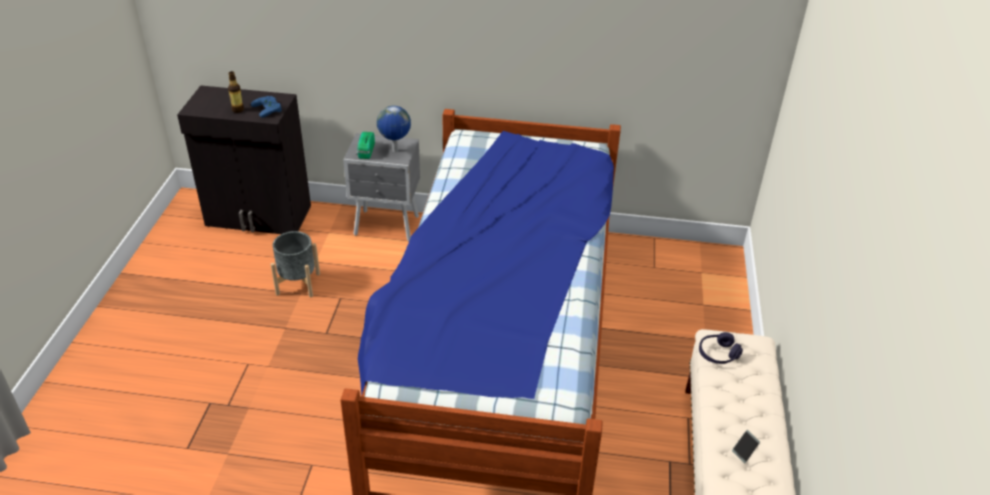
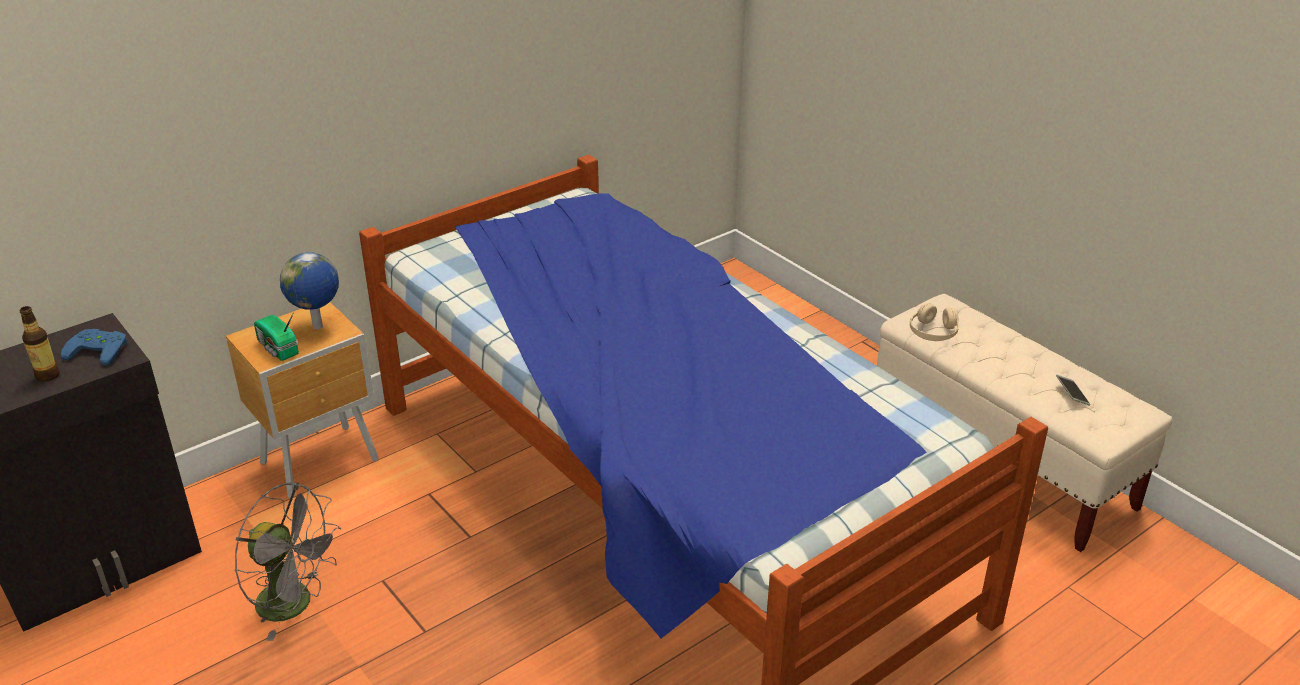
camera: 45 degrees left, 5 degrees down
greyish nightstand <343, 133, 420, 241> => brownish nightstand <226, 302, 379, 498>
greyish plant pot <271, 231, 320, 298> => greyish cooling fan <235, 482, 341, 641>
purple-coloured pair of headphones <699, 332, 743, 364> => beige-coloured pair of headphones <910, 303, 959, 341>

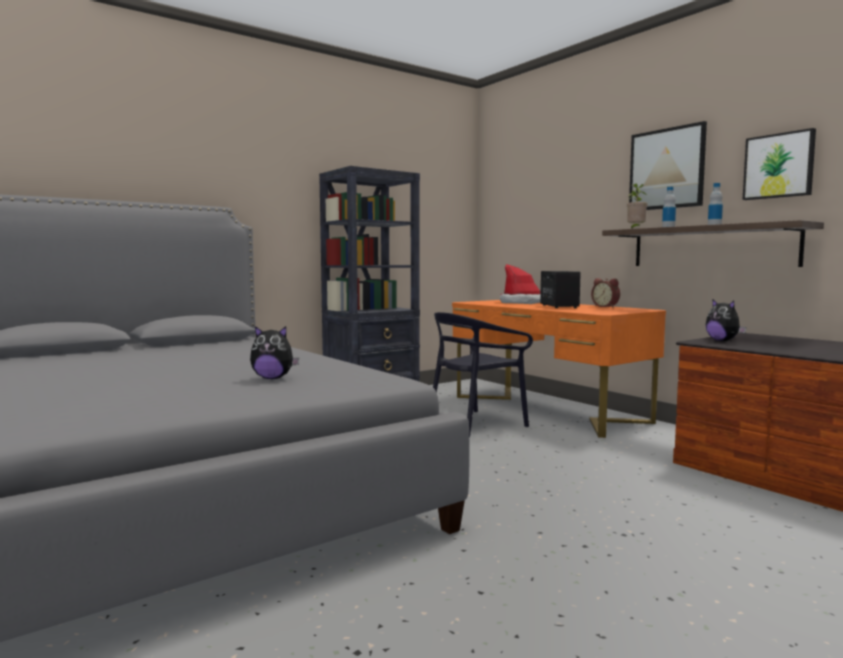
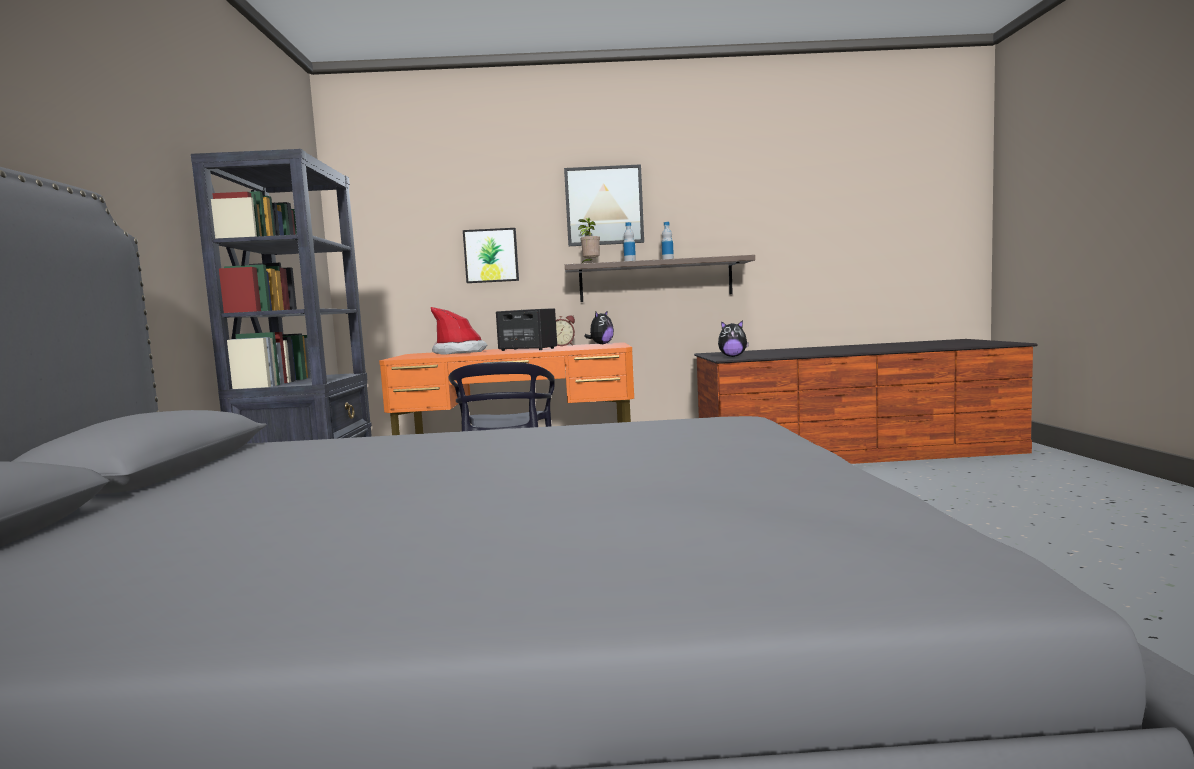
camera: 55 degrees left, 0 degrees up
picture <743, 128, 816, 200> => picture <463, 228, 519, 283>, moved
soft toy <250, 326, 299, 379> => soft toy <584, 310, 614, 344>, moved

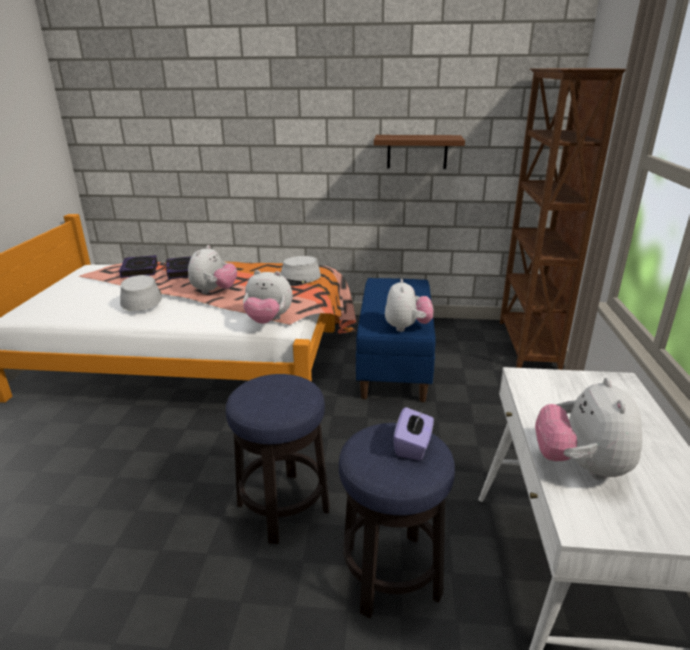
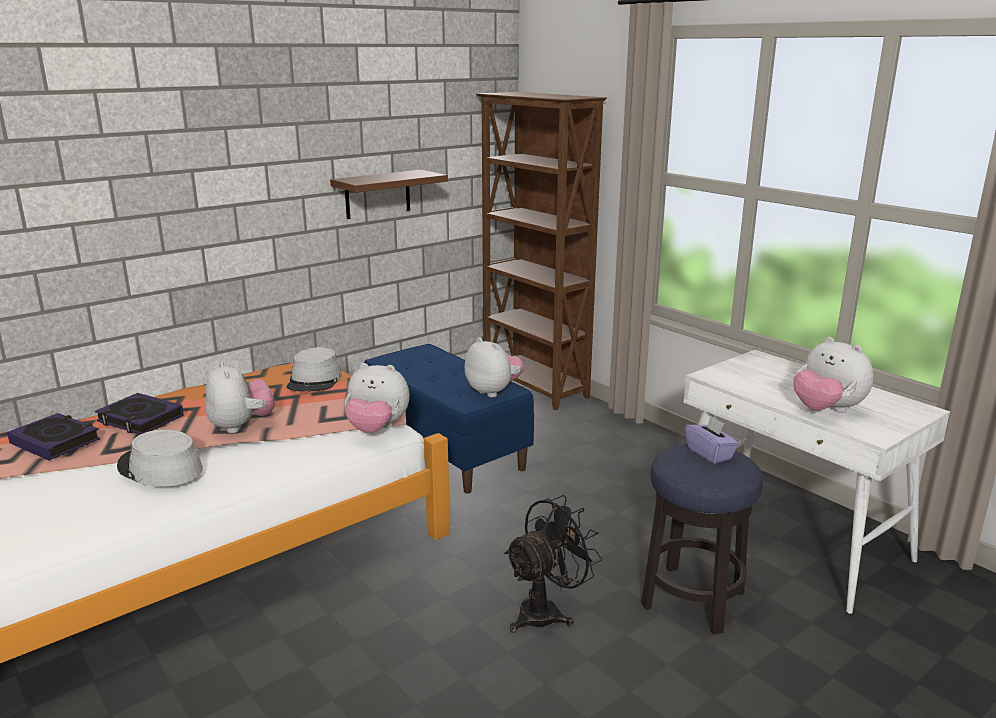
camera: 45 degrees left, 5 degrees down
soft toy <243, 270, 293, 324> => soft toy <344, 363, 410, 433>, 45 degrees clockwise
stool seat <226, 374, 330, 544> => blackish cooling fan <504, 495, 602, 633>

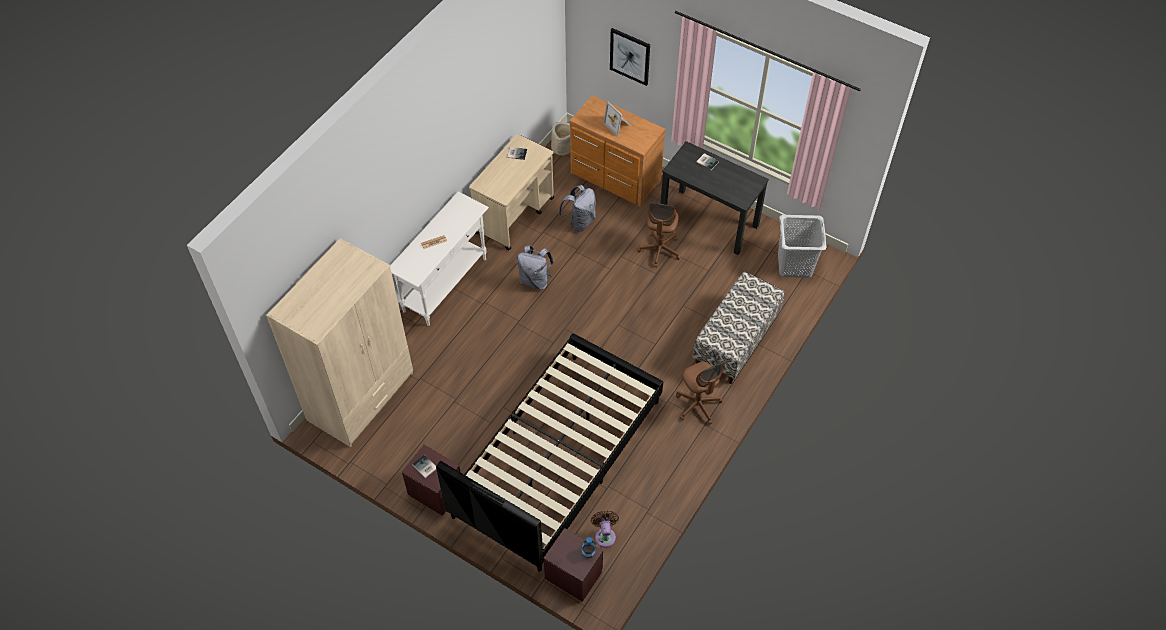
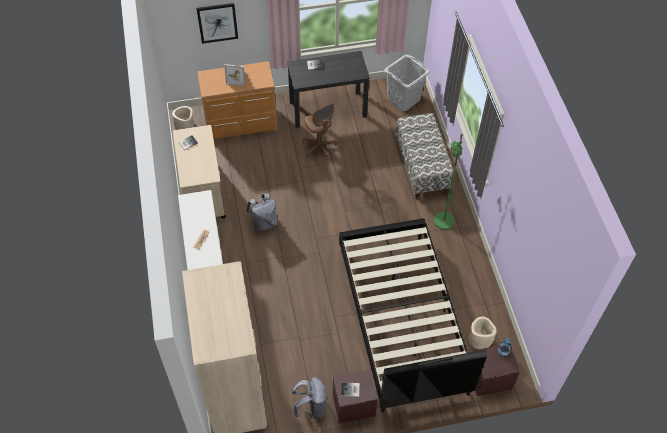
camera: 45 degrees left, 0 degrees up
greyish knapsack <558, 185, 596, 232> => greyish knapsack <292, 377, 327, 419>, moved
brownish desk chair <676, 361, 726, 425> => green-coloured standard lamp <434, 134, 463, 229>
brownish cooling fan <591, 511, 619, 548> => beige-coloured plant pot <468, 317, 497, 349>

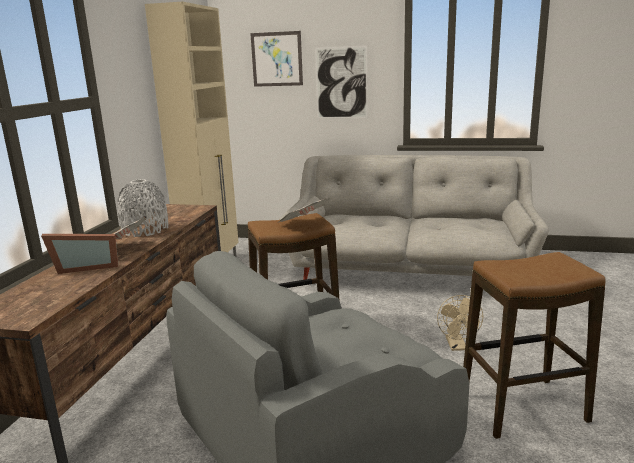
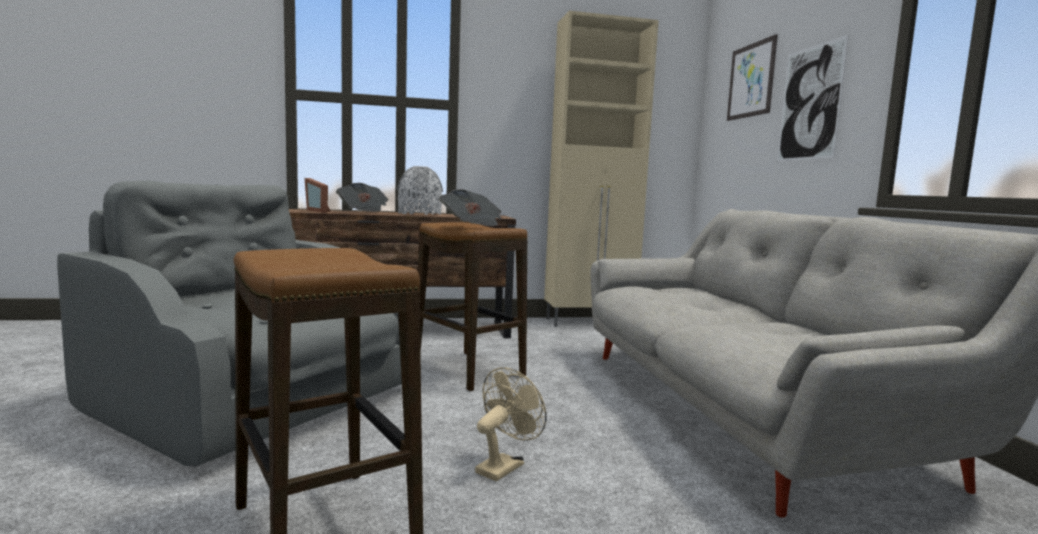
camera: 65 degrees right, 10 degrees down
beige-coloured cooling fan <437, 295, 483, 351> => beige-coloured cooling fan <475, 367, 547, 481>, 150 degrees clockwise

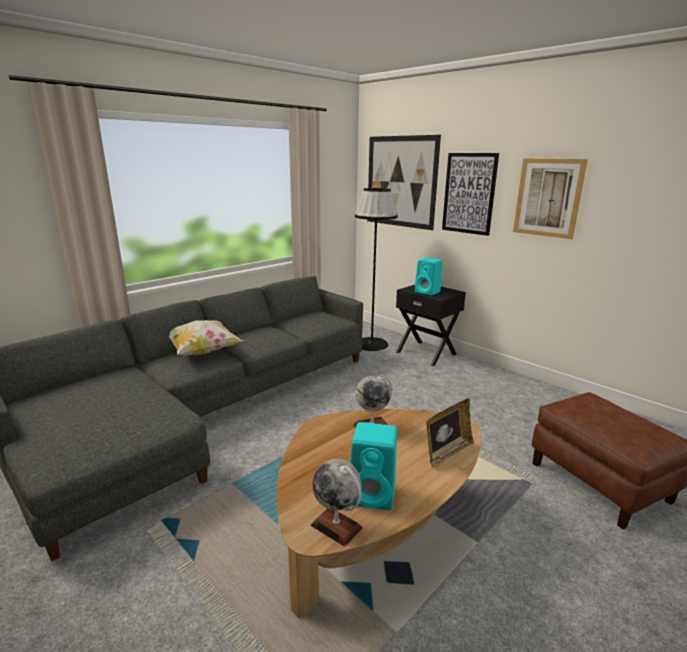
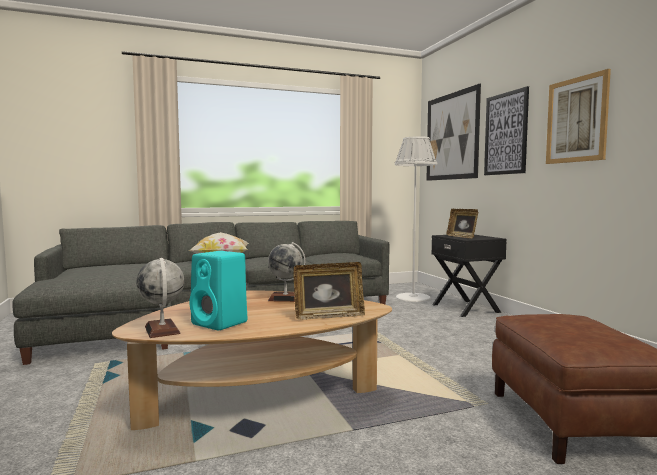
camera: 25 degrees right, 15 degrees down
blackish standard lamp <355, 188, 398, 351> => white standard lamp <395, 136, 437, 302>
blue-green speaker <415, 257, 442, 296> => photo frame <446, 209, 478, 238>

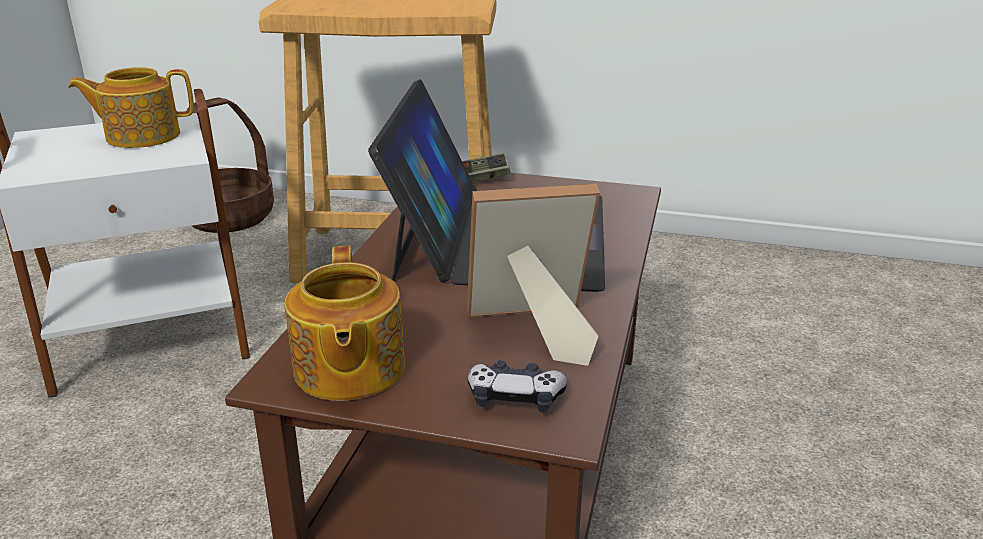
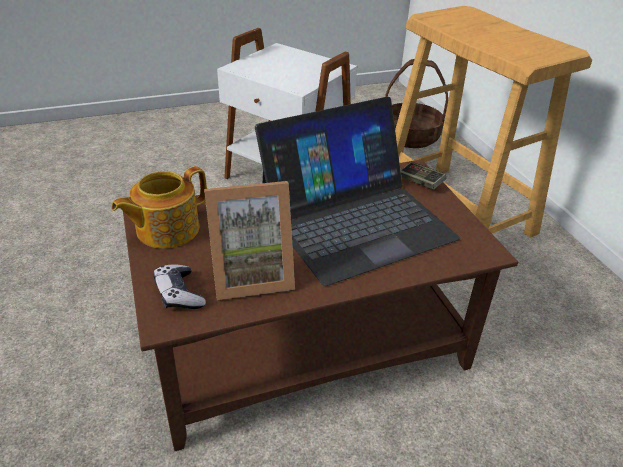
camera: 55 degrees right, 10 degrees up
photo frame <467, 184, 600, 366> => photo frame <204, 181, 295, 300>, 120 degrees clockwise
pot for tea <68, 67, 194, 148> => nothing

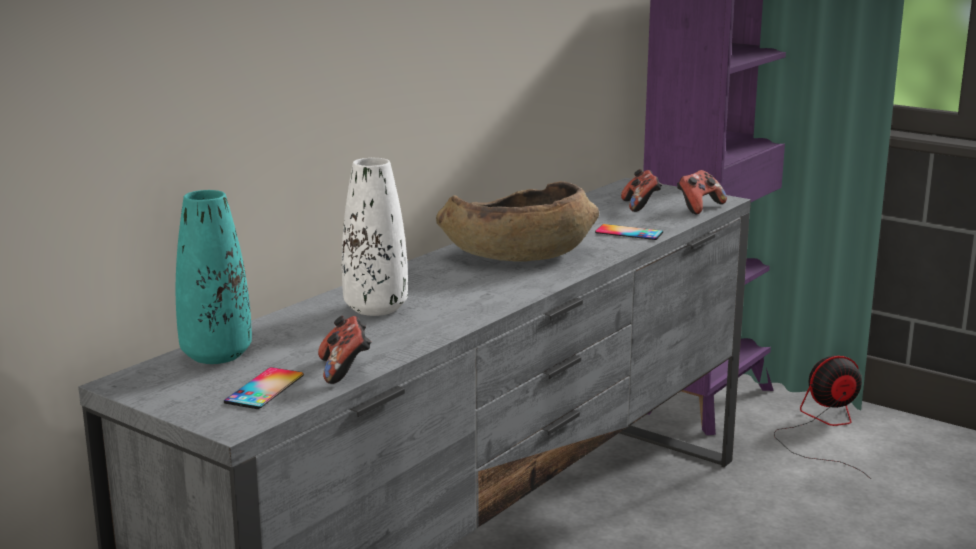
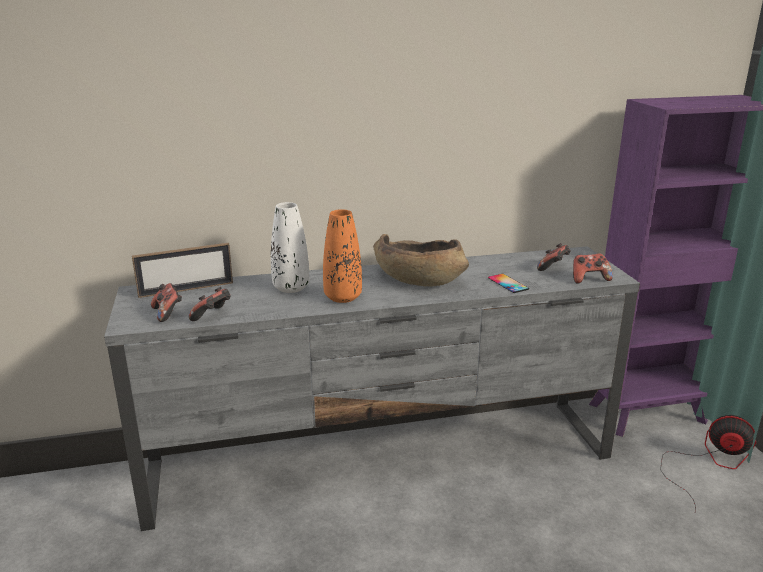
camera: 40 degrees right, 5 degrees up
blue-green decorative vase <176, 190, 252, 364> => photo frame <132, 243, 233, 298>
handset <224, 367, 304, 409> => joypad <151, 283, 182, 322>
nothing => orange-coloured decorative vase <323, 209, 362, 303>

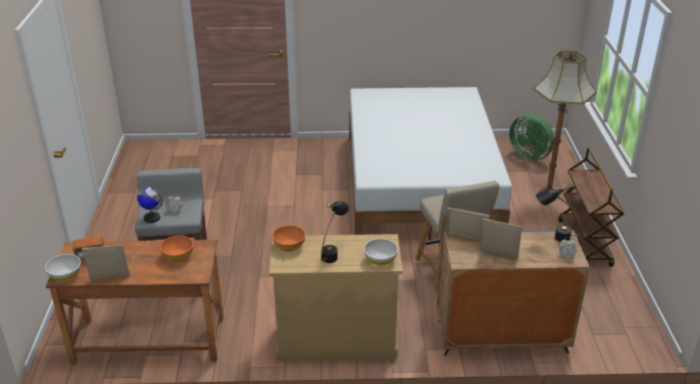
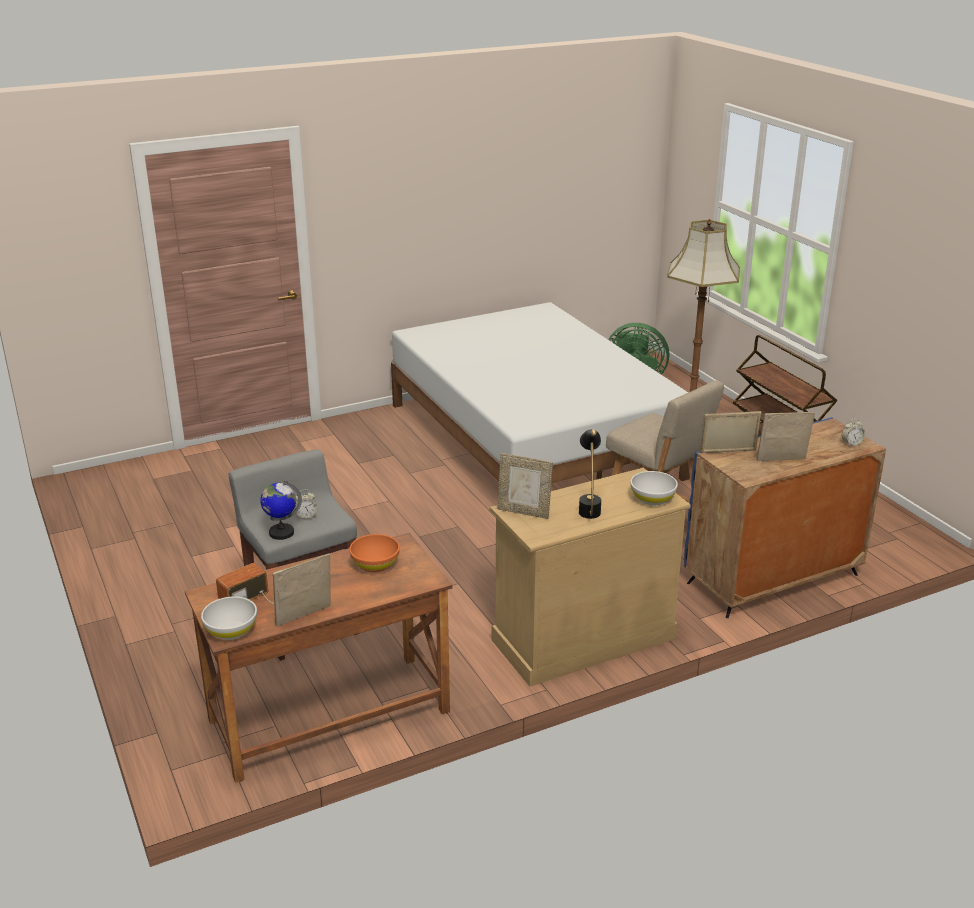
camera: 25 degrees left, 5 degrees down
orange-coloured bowl <272, 225, 305, 251> => photo frame <497, 453, 553, 519>
blackish tabletop lamp <536, 184, 582, 242> => nothing

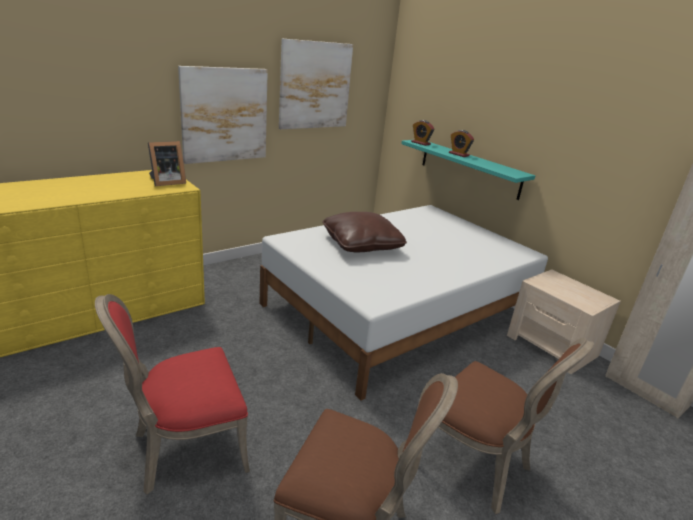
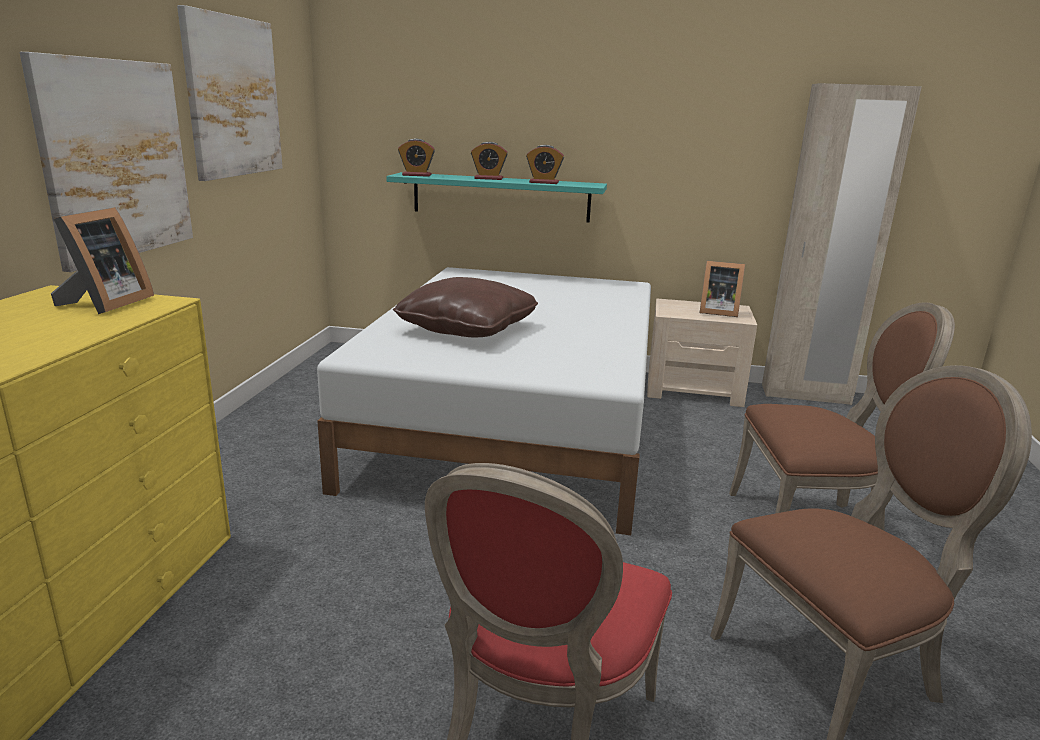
camera: 40 degrees left, 5 degrees down
nothing => bedside clock <526, 145, 564, 184>
nothing => photo frame <700, 261, 745, 317>

